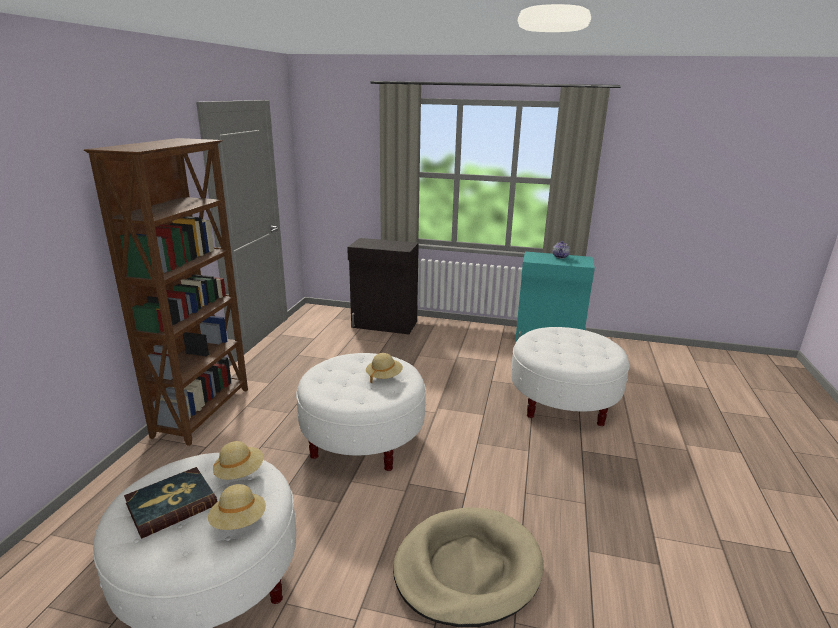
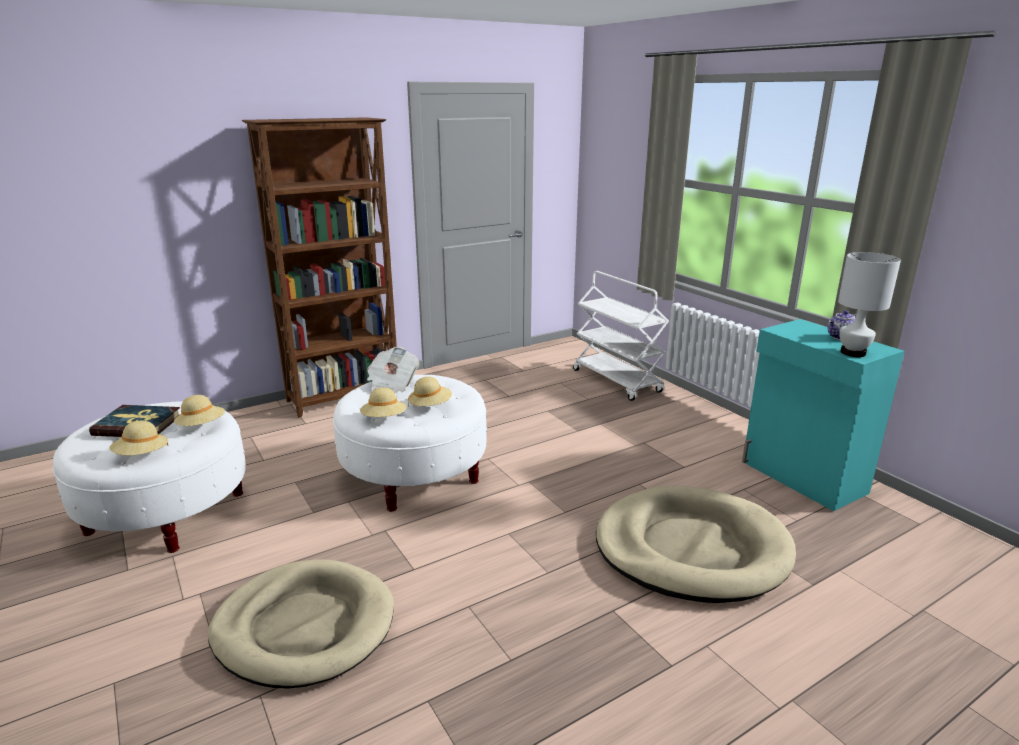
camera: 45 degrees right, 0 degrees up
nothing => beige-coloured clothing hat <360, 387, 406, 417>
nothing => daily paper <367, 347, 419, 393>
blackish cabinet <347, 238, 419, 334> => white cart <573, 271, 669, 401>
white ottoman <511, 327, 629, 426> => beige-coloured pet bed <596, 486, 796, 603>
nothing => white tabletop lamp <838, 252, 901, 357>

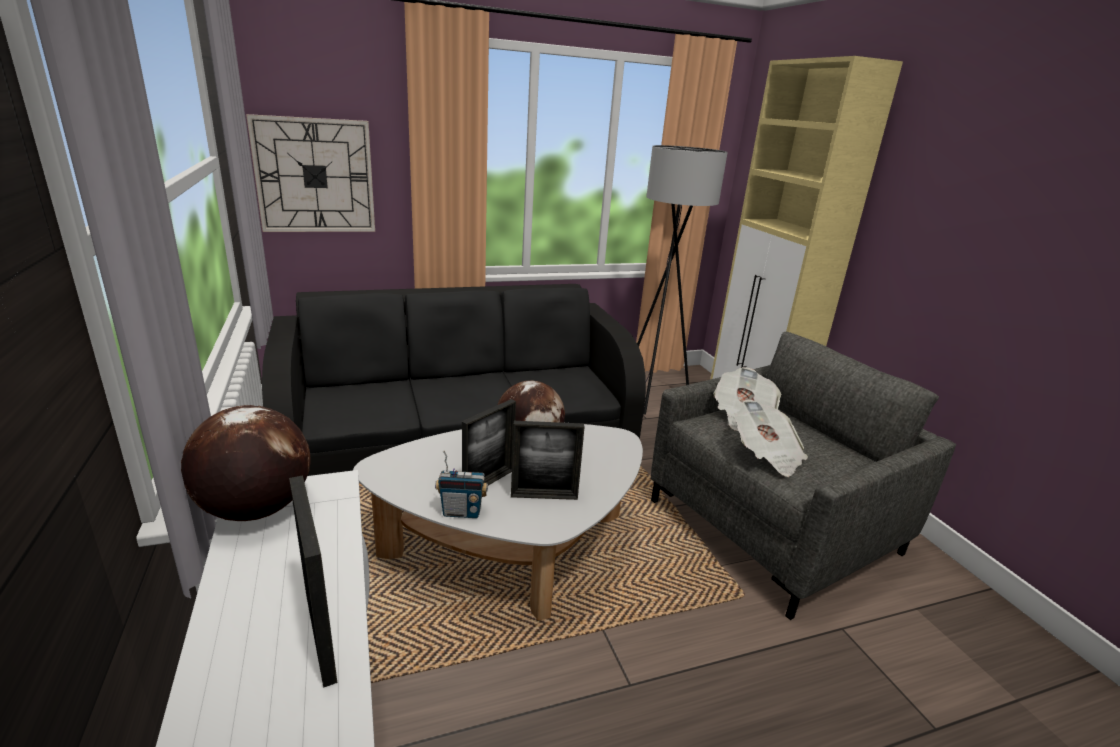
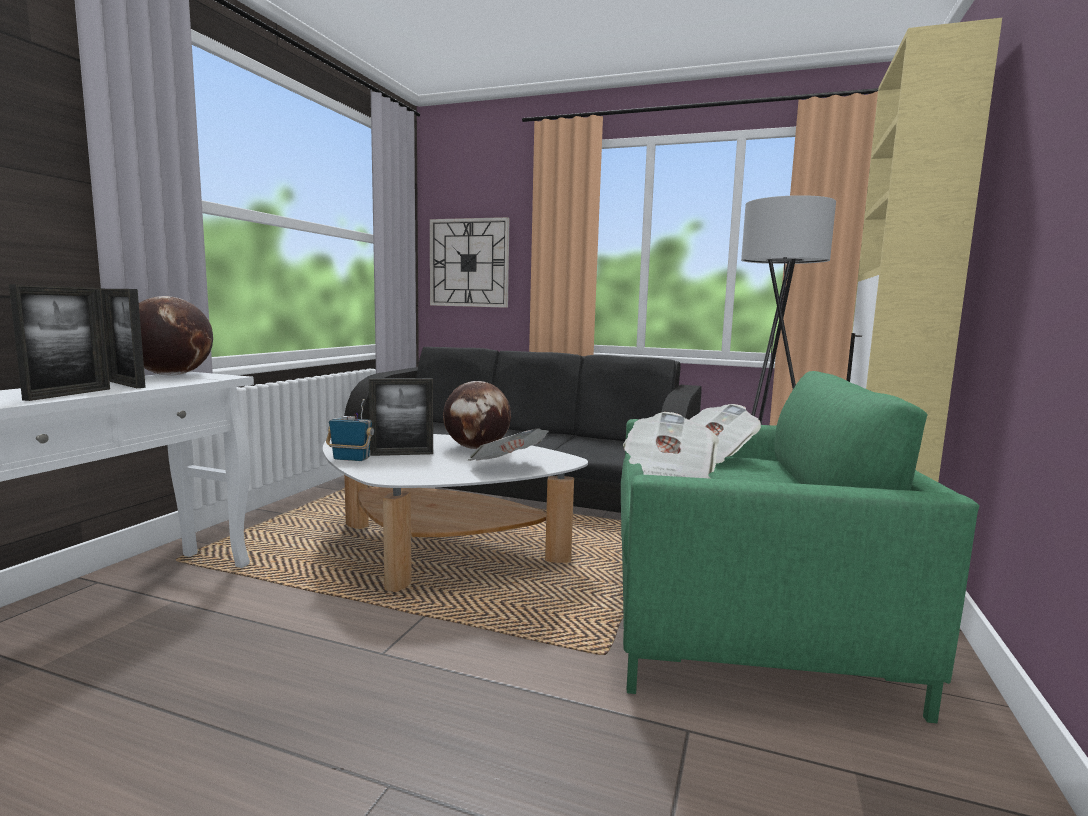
camera: 40 degrees right, 15 degrees down
photo frame <511, 421, 585, 500> => photo frame <101, 289, 146, 388>, moved
radio receiver <435, 451, 488, 518> => radio receiver <326, 399, 374, 461>, 150 degrees clockwise
nothing => daily paper <468, 428, 549, 461>
greyish easy chair <651, 332, 956, 620> => green-coloured easy chair <621, 371, 979, 723>

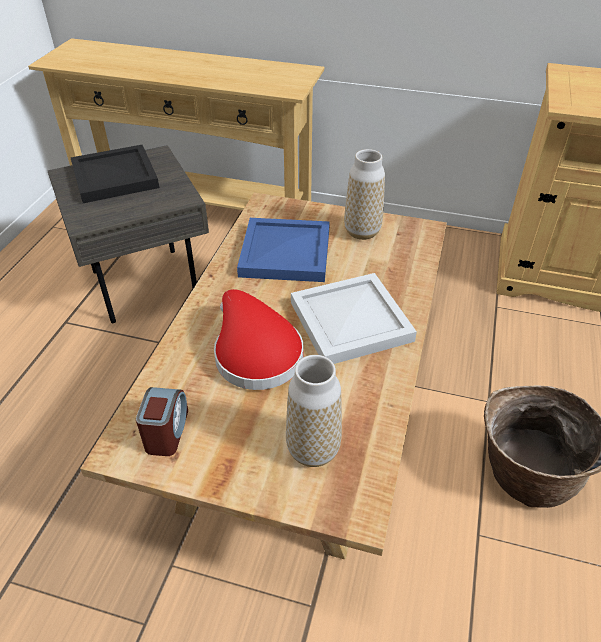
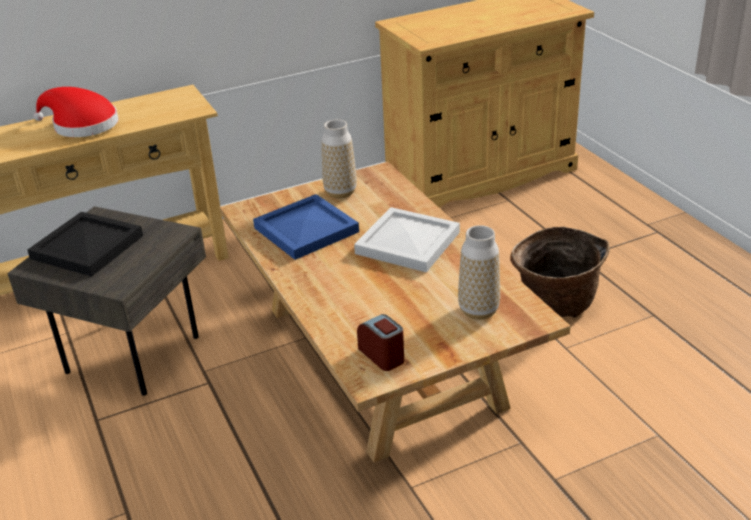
camera: 40 degrees left, 10 degrees down
red clothing hat <214, 289, 304, 390> => red clothing hat <34, 87, 119, 137>, moved

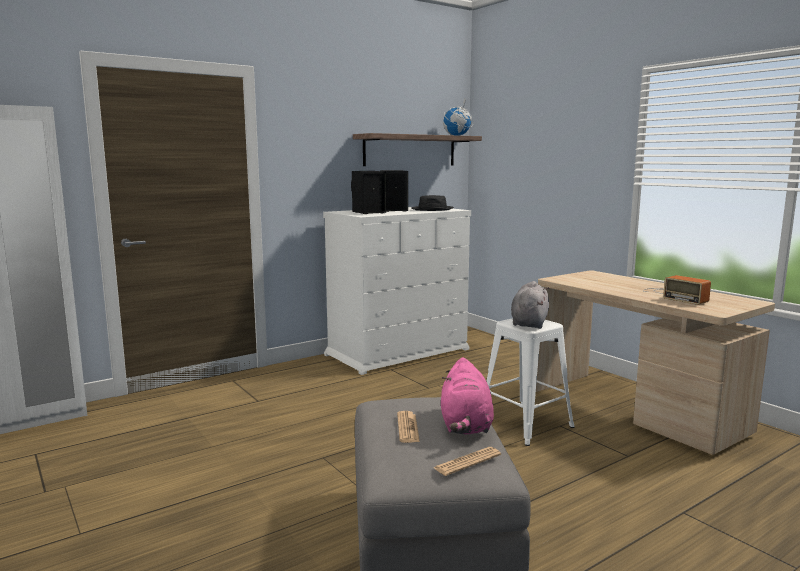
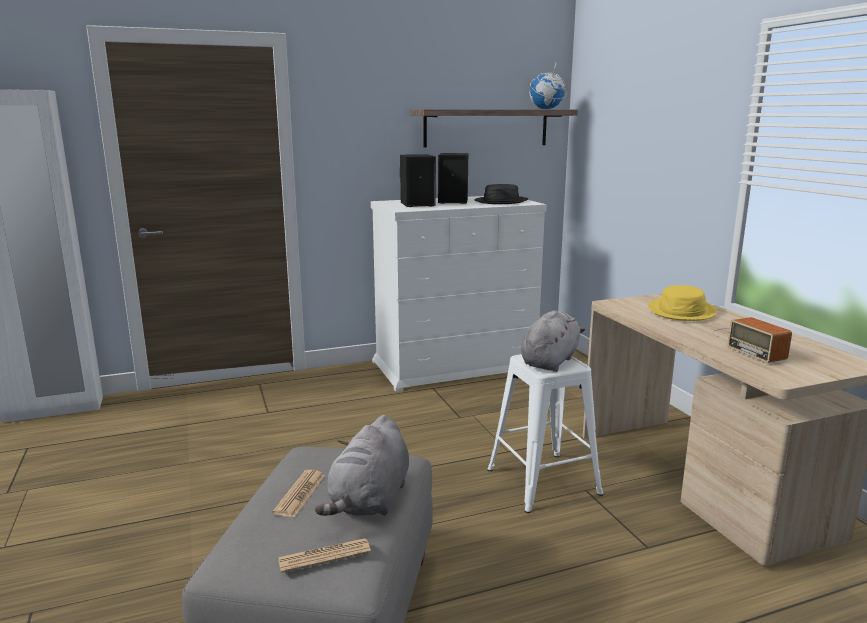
camera: 15 degrees right, 5 degrees up
pink soft toy <441, 357, 494, 435> => greyish soft toy <315, 415, 409, 516>
nothing => yellowish clothing hat <648, 285, 717, 321>

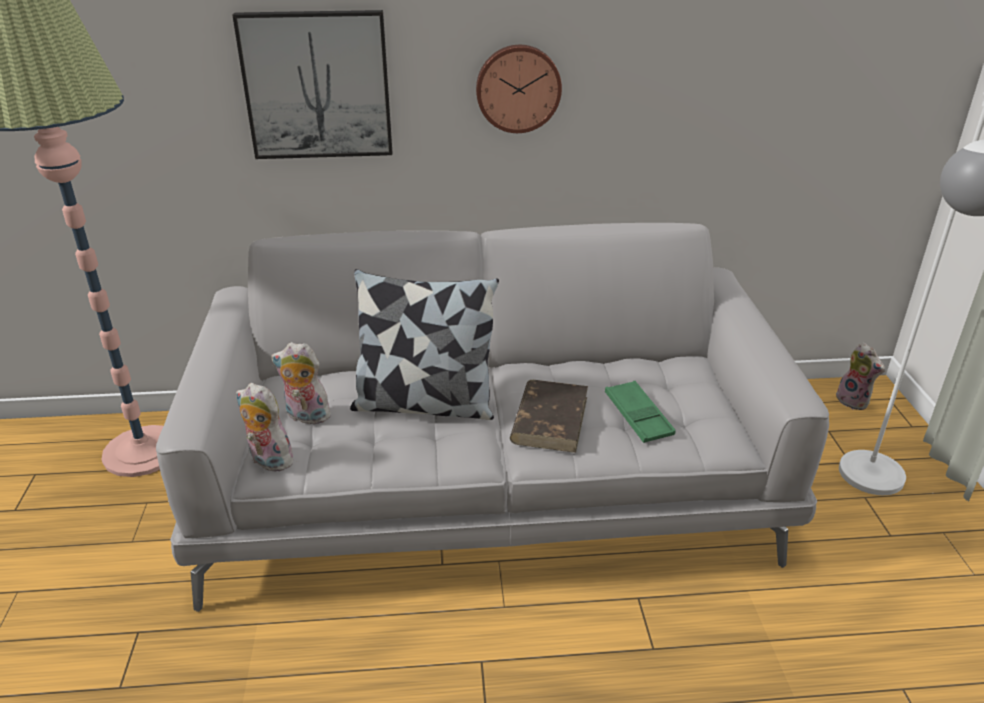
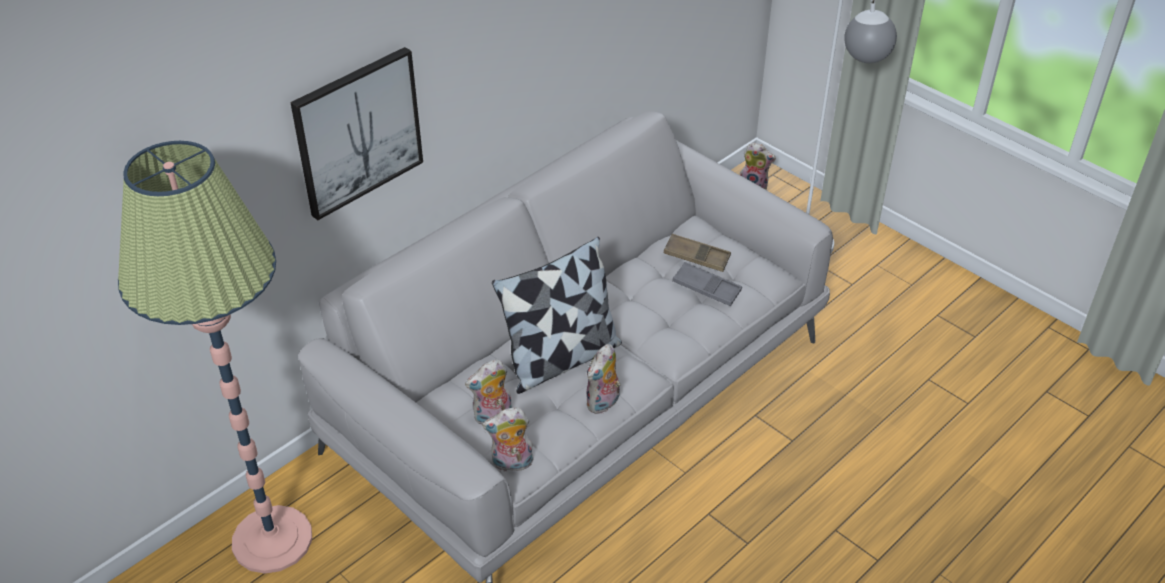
camera: 40 degrees left, 10 degrees up
nothing => soft toy <587, 344, 621, 414>
nothing => brownish carrying tray <664, 234, 731, 272>
green-coloured carrying tray <605, 381, 676, 443> => greyish carrying tray <672, 262, 742, 306>
clock on the wall <476, 45, 562, 133> => nothing
brownish book <510, 380, 588, 453> => nothing

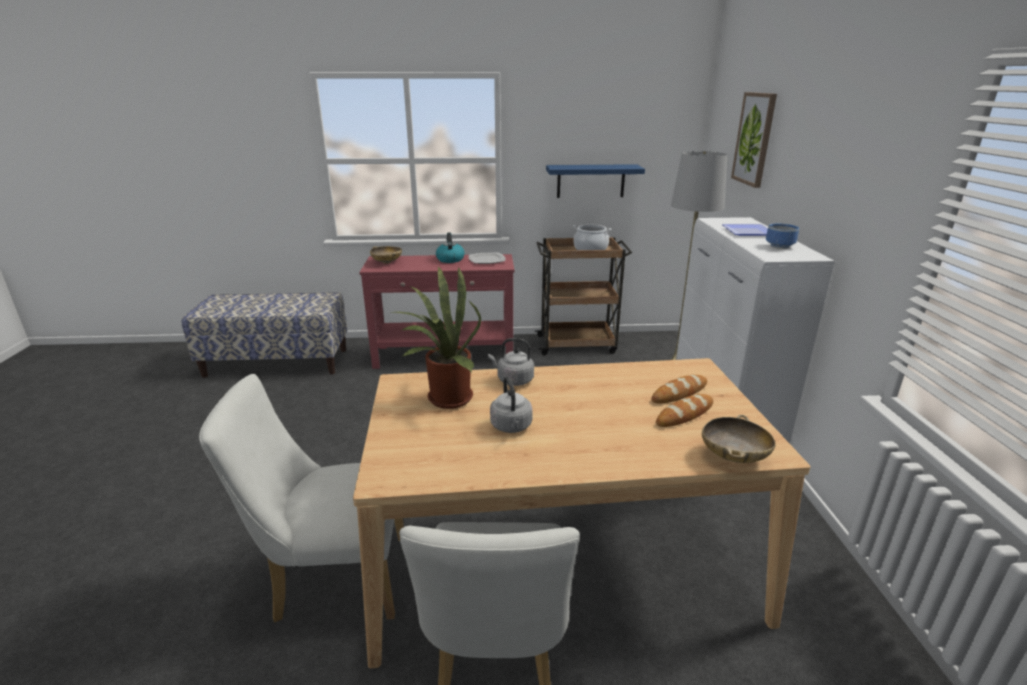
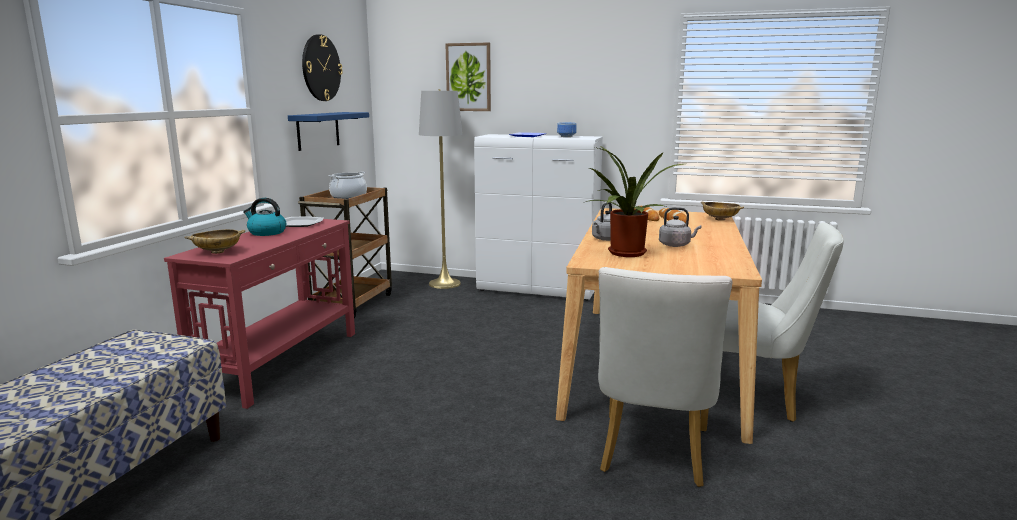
camera: 70 degrees left, 10 degrees down
nothing => clock on the wall <302, 34, 343, 101>

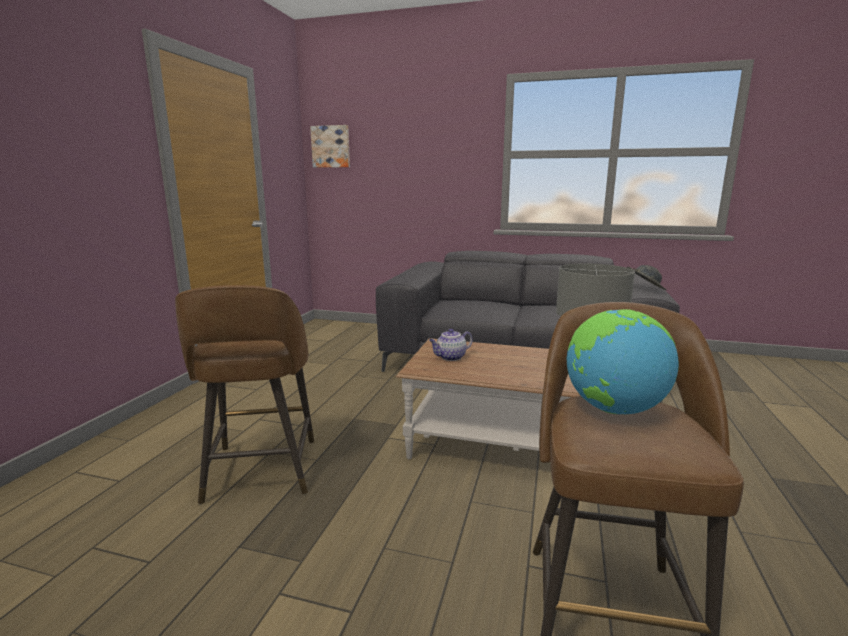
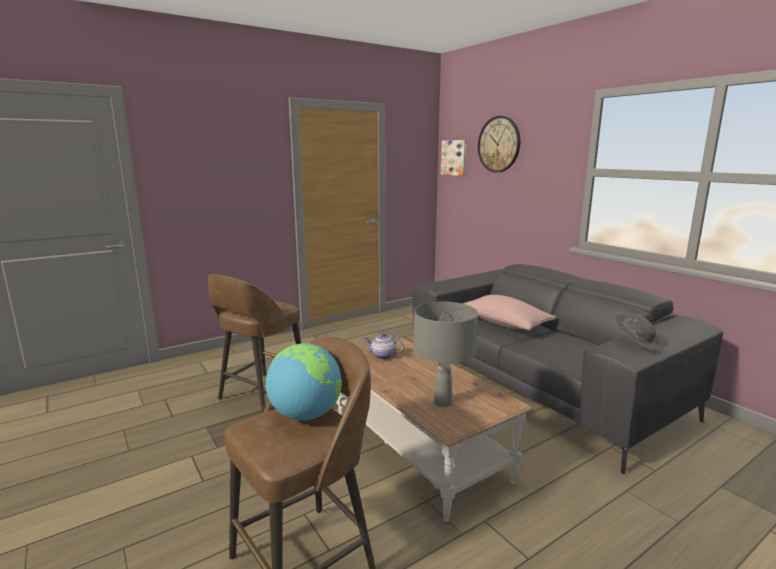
camera: 40 degrees right, 0 degrees up
nothing => pink throw pillow <463, 295, 556, 330>
nothing => clock on the wall <478, 116, 520, 172>

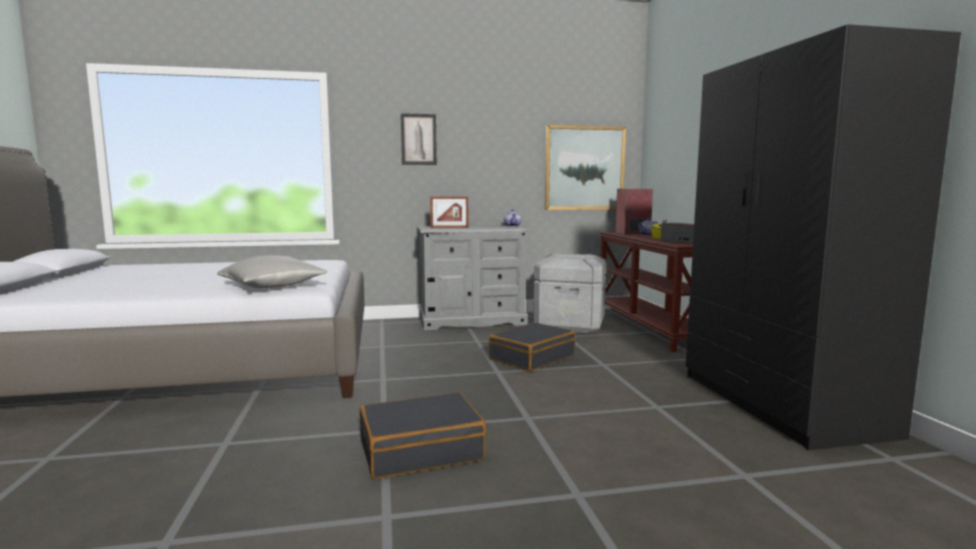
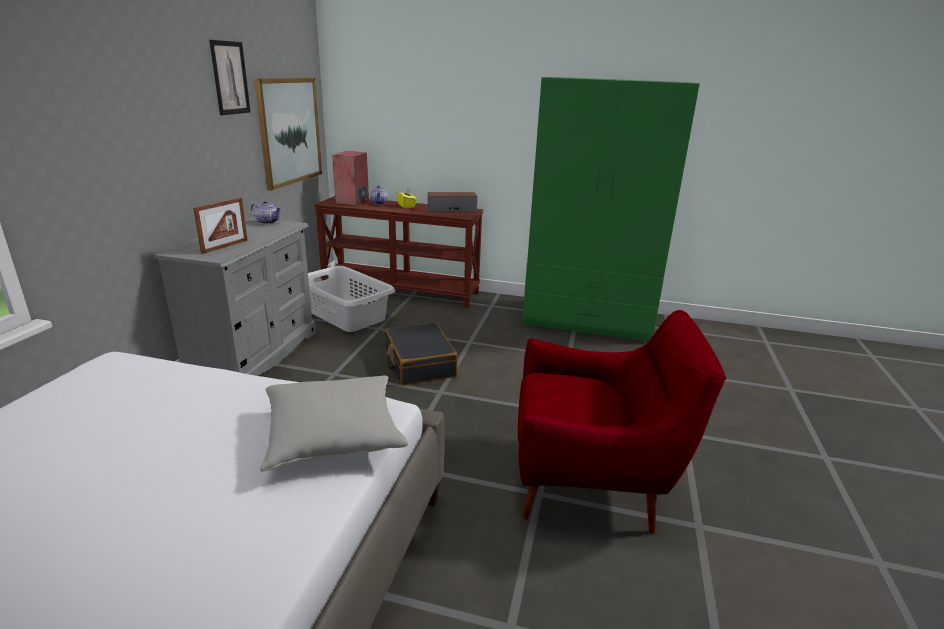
camera: 65 degrees left, 15 degrees up
picture <401, 113, 437, 165> => picture <209, 40, 251, 115>, moved
greyish storage box <533, 253, 606, 333> => greyish hamper <308, 266, 395, 332>
blackish travel case <360, 392, 486, 479> => red easy chair <518, 310, 726, 534>
blackish clothes cupboard <686, 25, 961, 450> => green-coloured clothes cupboard <522, 77, 700, 342>

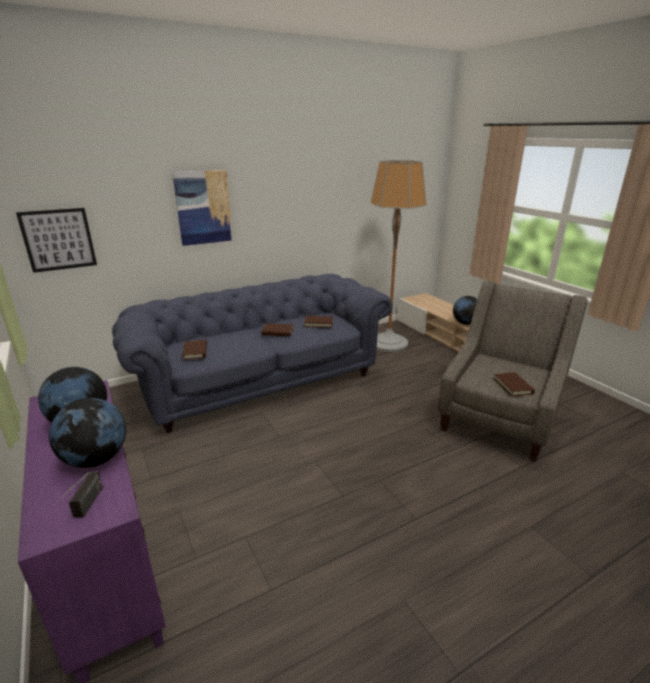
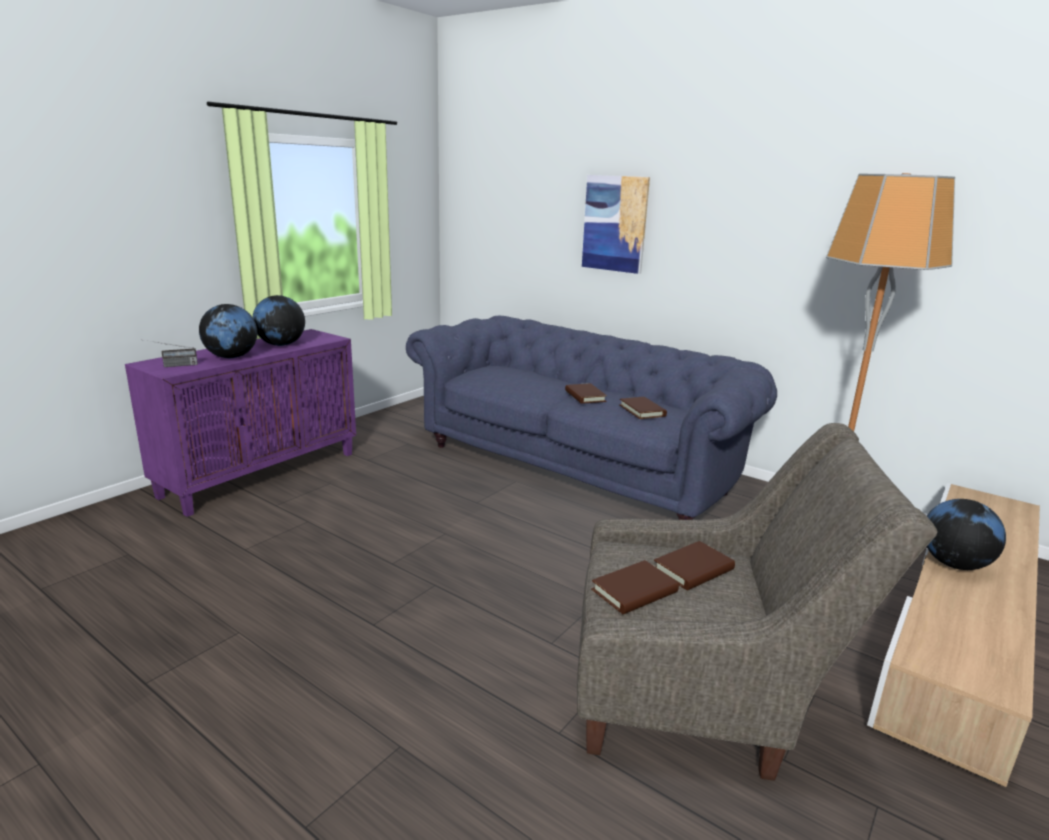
camera: 65 degrees right, 5 degrees down
brownish book <182, 340, 207, 360> => brownish book <654, 541, 735, 591>, moved
picture <16, 208, 97, 273> => nothing

